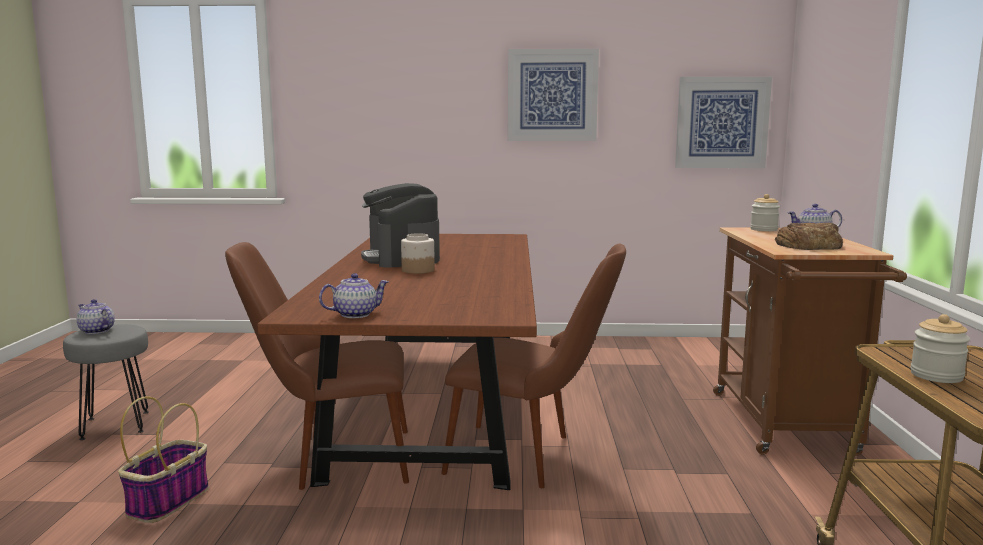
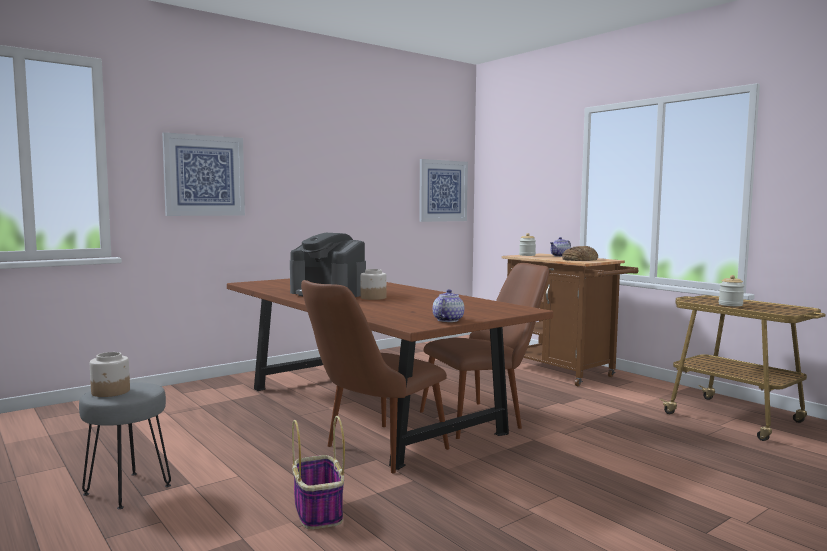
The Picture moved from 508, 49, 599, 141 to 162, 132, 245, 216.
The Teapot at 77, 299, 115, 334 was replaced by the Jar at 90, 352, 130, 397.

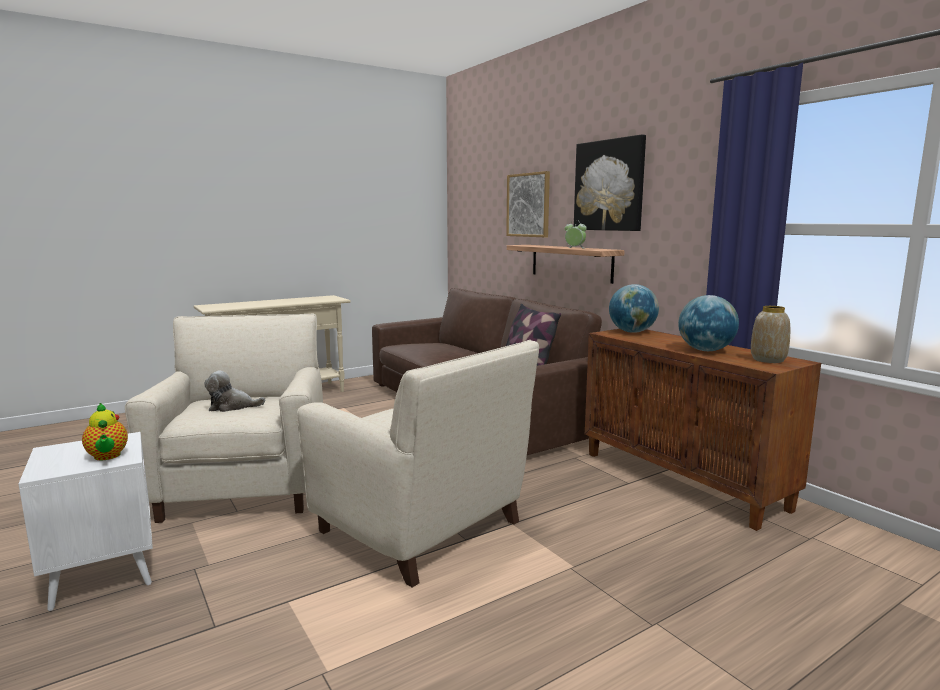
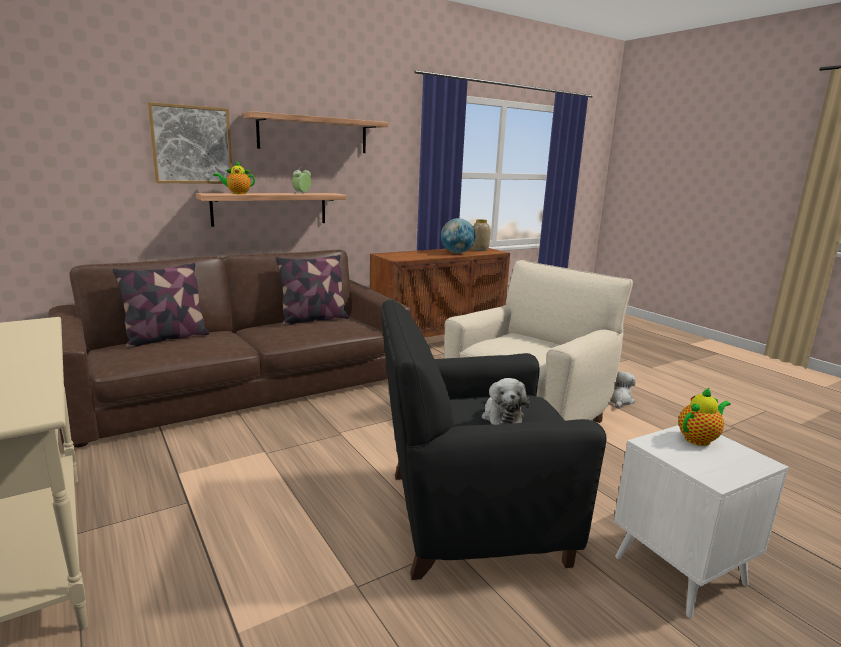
The Globe at 609, 284, 659, 333 disappeared.
The Pillow at 112, 263, 209, 349 appeared.
The Teapot at 213, 161, 255, 194 appeared.
The PlushToy at 611, 371, 636, 409 appeared.
The Picture at 574, 134, 646, 231 was replaced by the Shelf at 243, 111, 388, 153.
The BeigeArmchair at 125, 314, 323, 523 became the BlackArmchair at 381, 300, 607, 580.

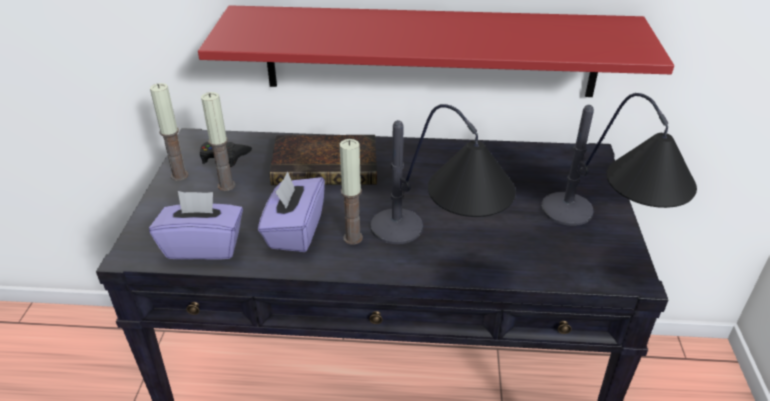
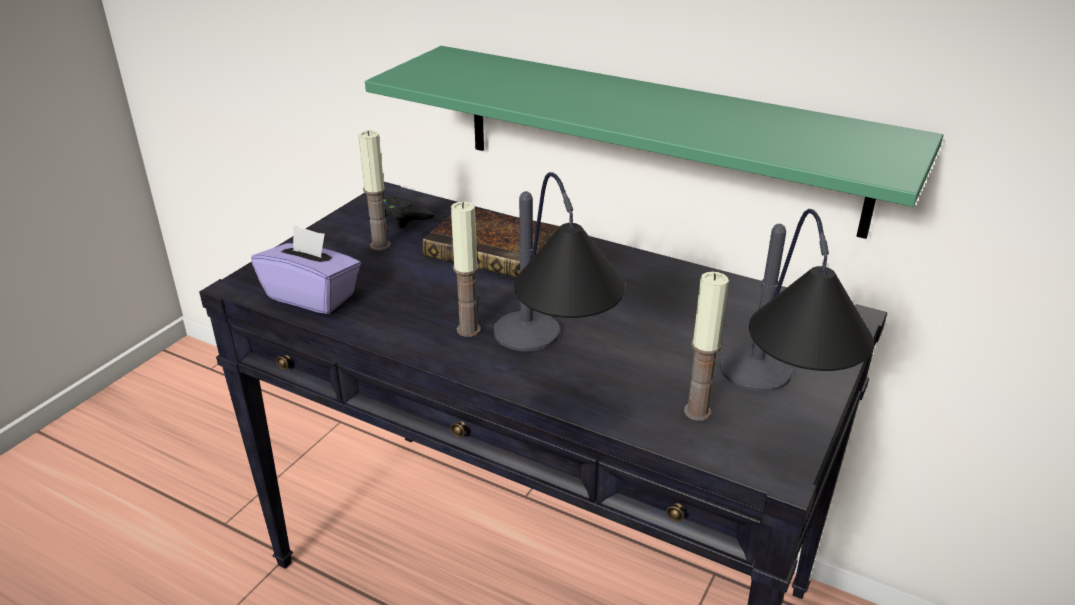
The PurpleTissueBox at 258, 171, 325, 252 disappeared.
The Candle moved from 150, 83, 188, 181 to 684, 272, 729, 421.
The RedShelf at 198, 5, 674, 97 became the GreenShelf at 365, 46, 943, 239.

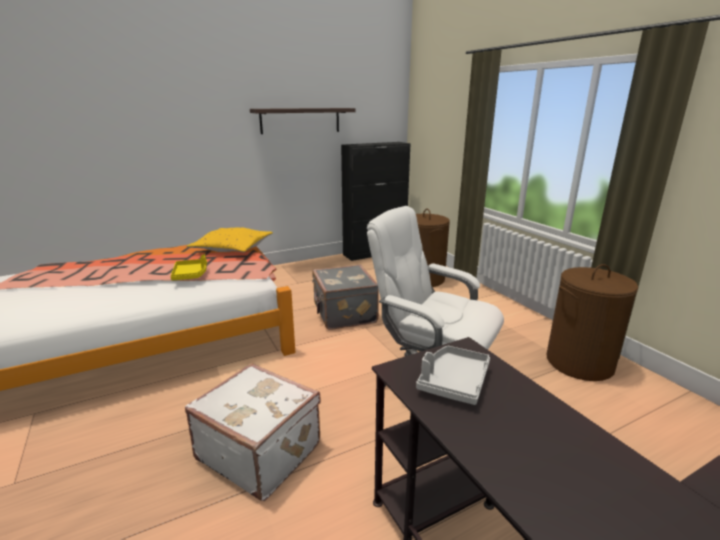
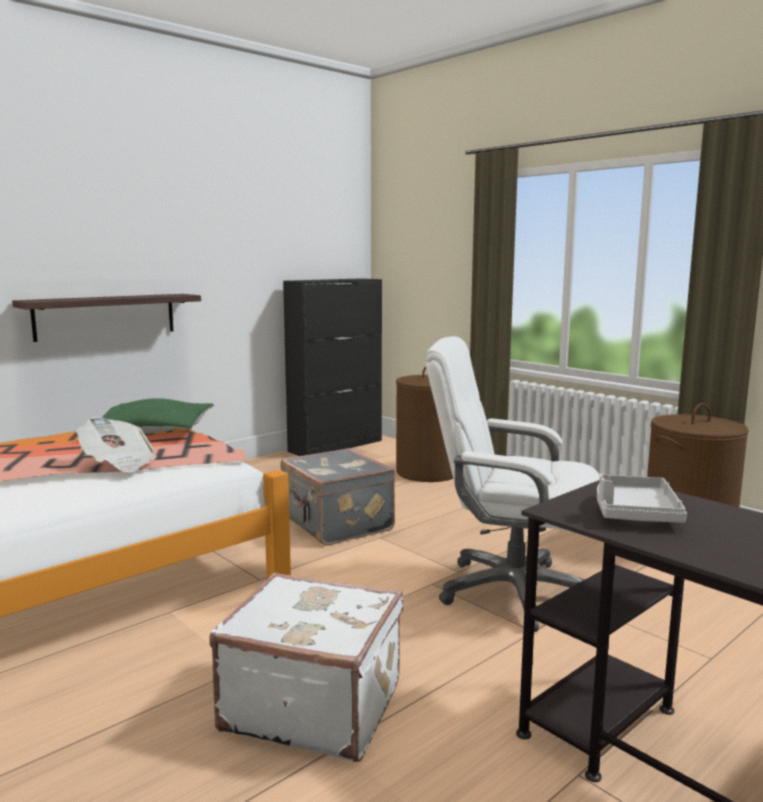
The Shelf moved from 250, 108, 356, 134 to 12, 294, 201, 342.
The YellowTray at 171, 255, 207, 280 was replaced by the Newspaper at 76, 417, 156, 473.
The YellowPillow at 187, 227, 273, 252 became the GreenPillow at 102, 398, 214, 434.

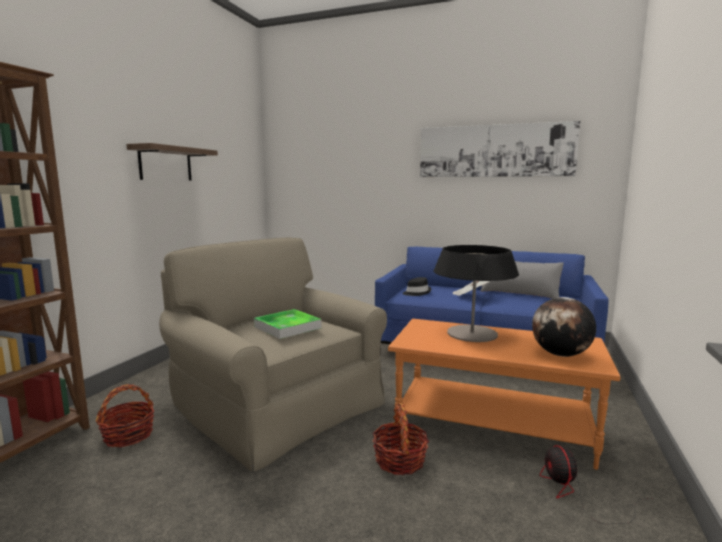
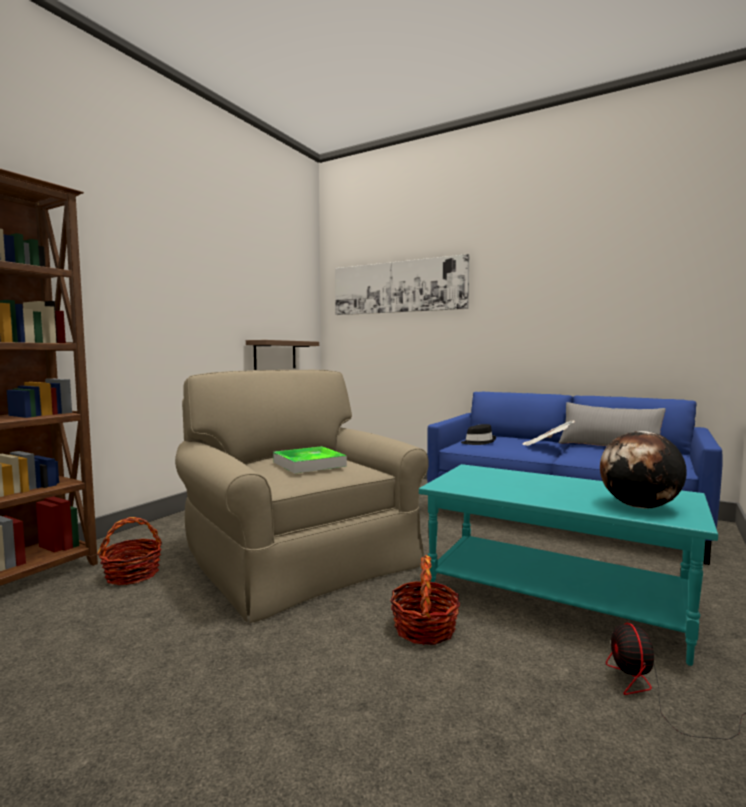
The TableLamp at 434, 245, 519, 342 disappeared.
The Shelf moved from 126, 143, 218, 181 to 246, 340, 319, 370.
The Picture moved from 420, 121, 580, 177 to 335, 254, 469, 315.
The OrangeCoffeeTable at 388, 319, 620, 470 became the TurquoiseCoffeeTable at 419, 464, 718, 666.

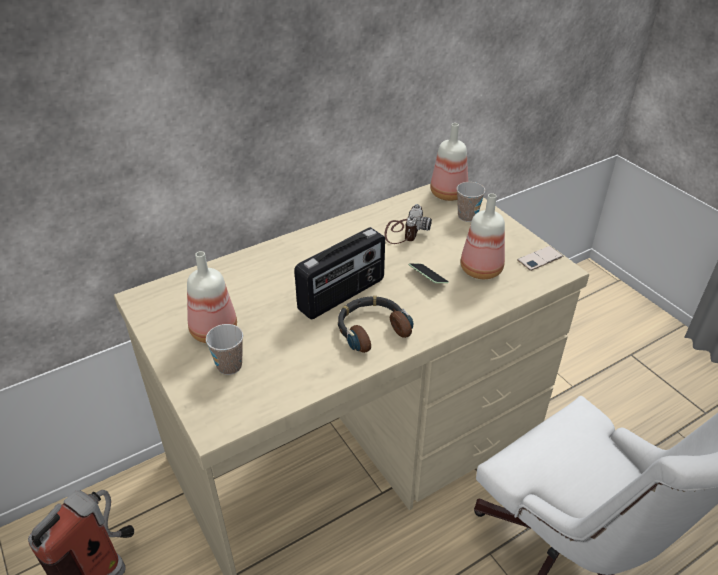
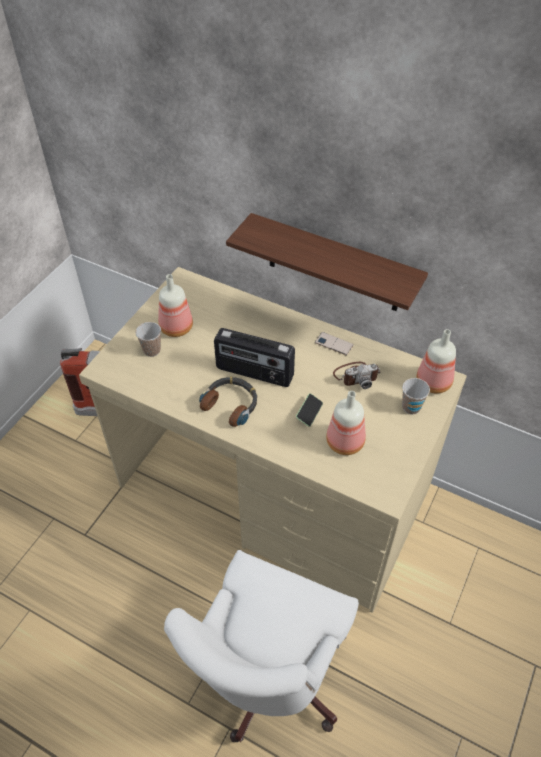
The Shelf at 226, 213, 428, 311 appeared.
The Phone moved from 517, 246, 563, 271 to 315, 332, 354, 356.

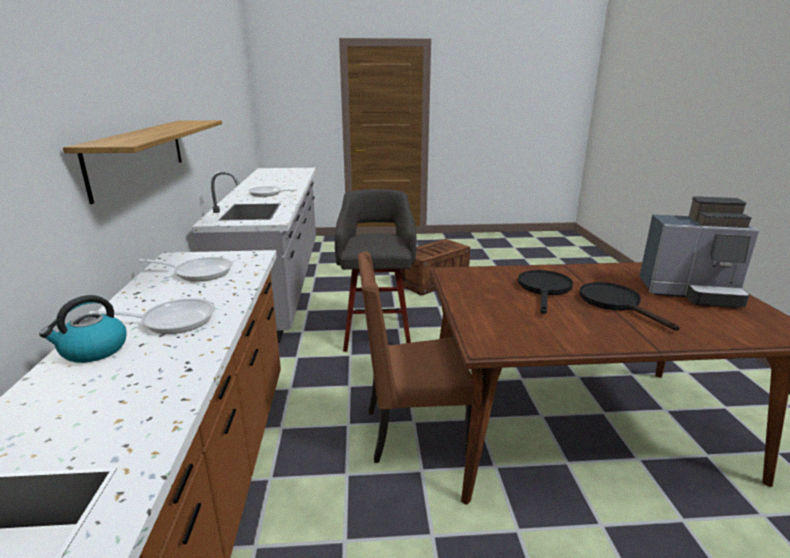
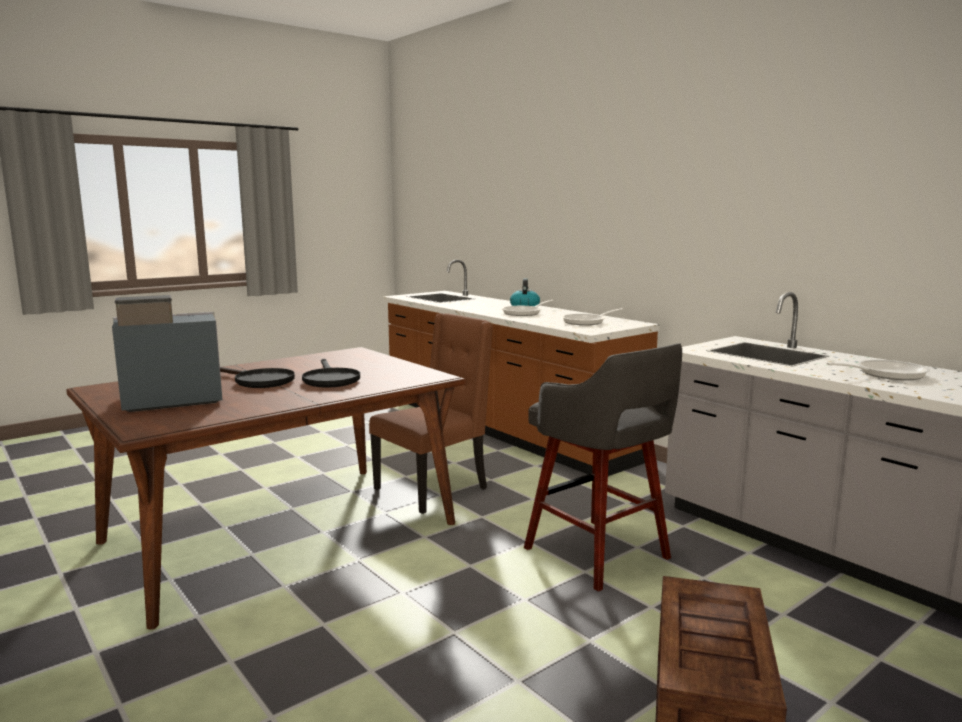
The Shelf at 63, 120, 222, 204 disappeared.

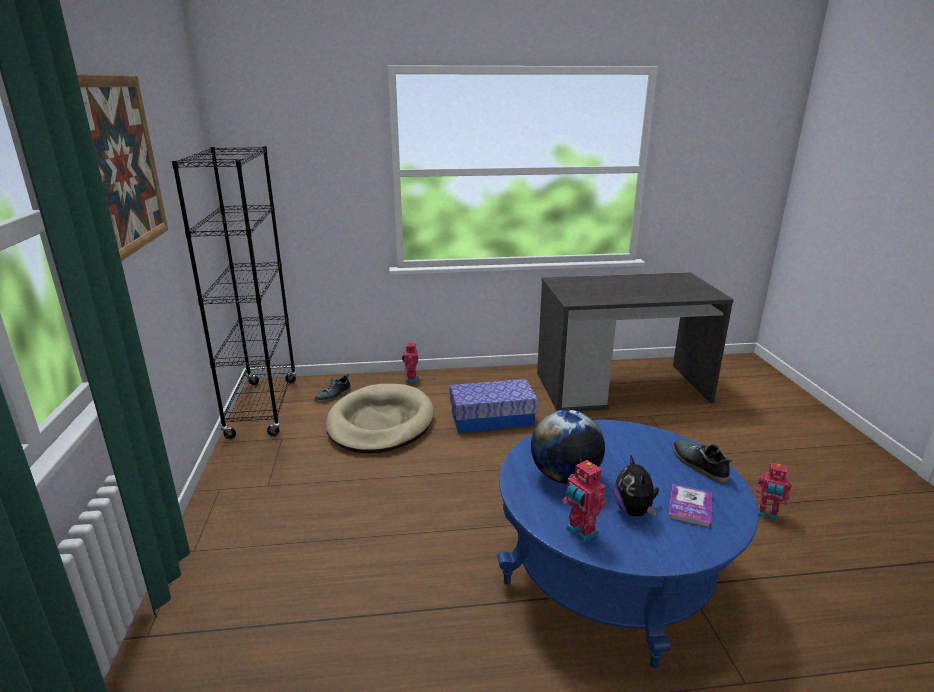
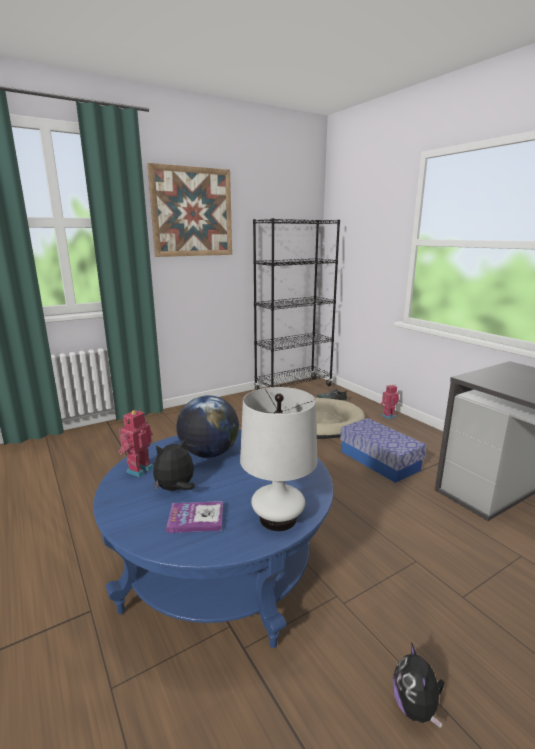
The Shoe at 673, 439, 732, 483 was replaced by the WhiteTableLamp at 240, 387, 317, 531.
The ToyRobot at 756, 463, 792, 521 was replaced by the PlushToy at 392, 642, 444, 728.

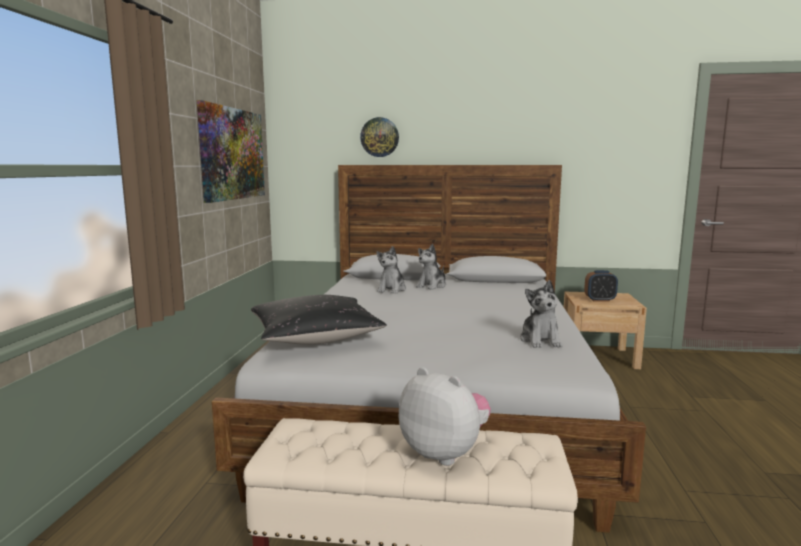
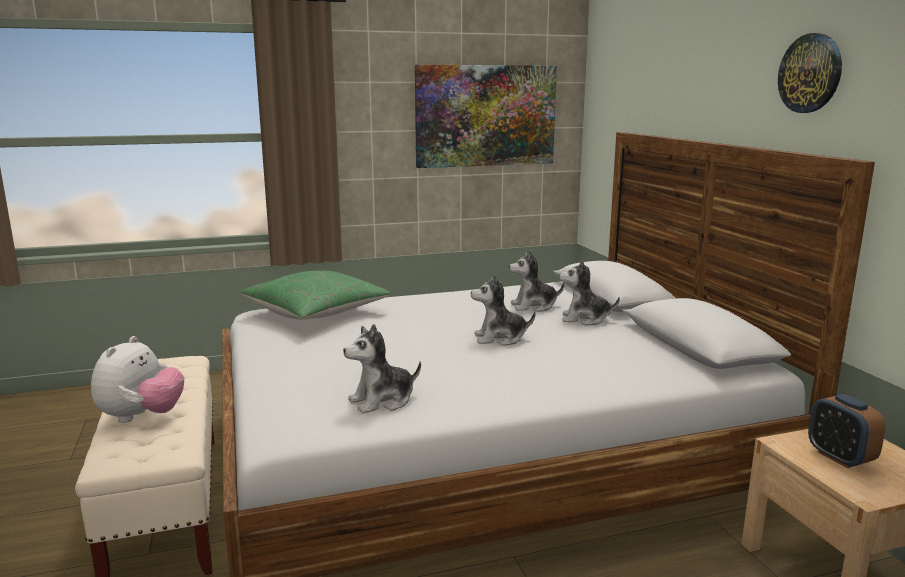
The PlushToy at 471, 275, 536, 346 appeared.
The WallClock moved from 360, 117, 399, 157 to 778, 33, 842, 113.
The BlackPillow at 251, 295, 387, 345 became the GreenPillow at 239, 270, 391, 320.

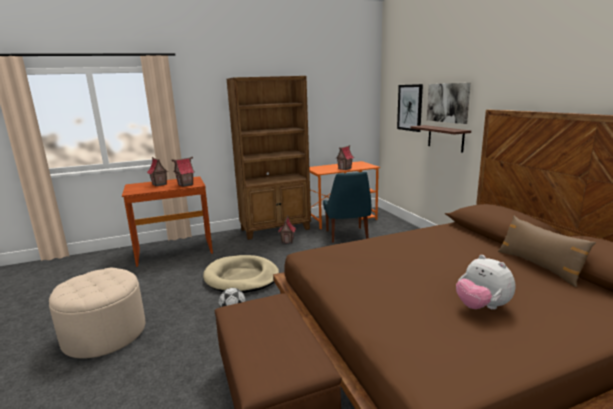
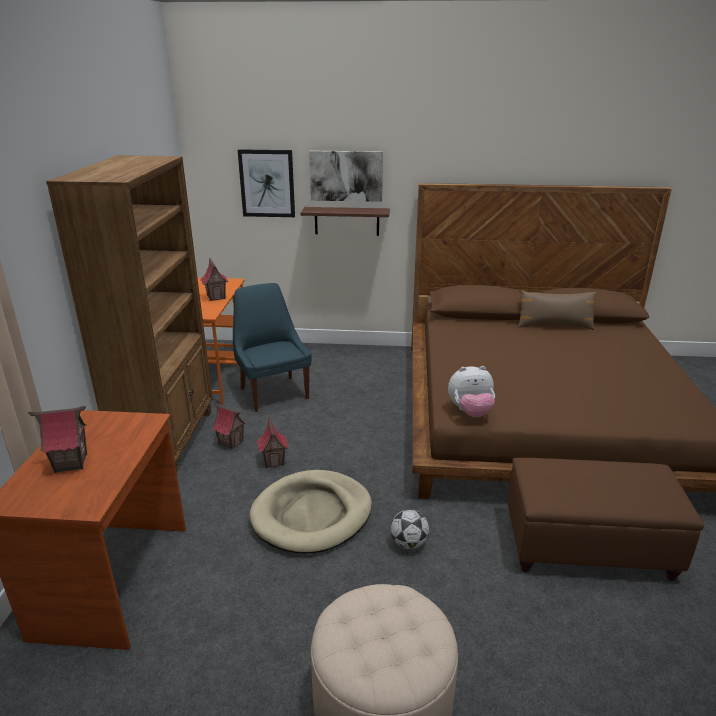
The ToyHouse moved from 171, 157, 194, 187 to 257, 416, 289, 468.
The PlushToy moved from 456, 255, 515, 310 to 448, 366, 495, 417.
The BlueChair at 323, 172, 372, 243 turned 135 degrees counterclockwise.

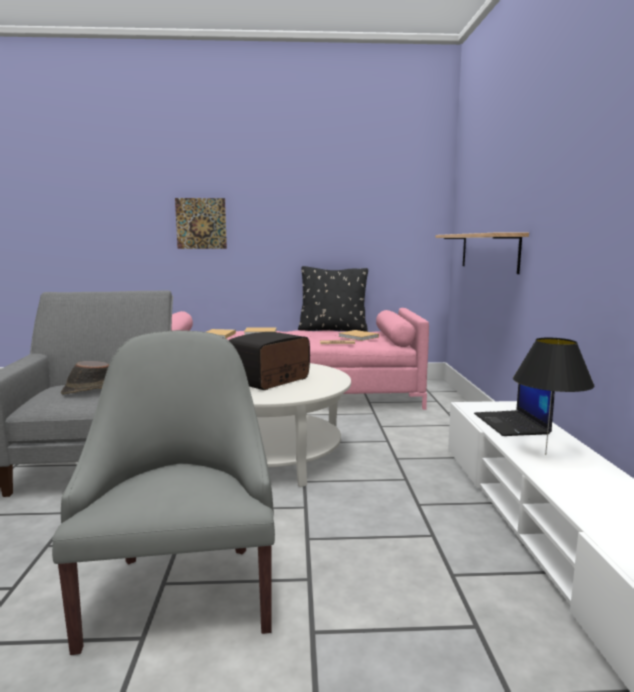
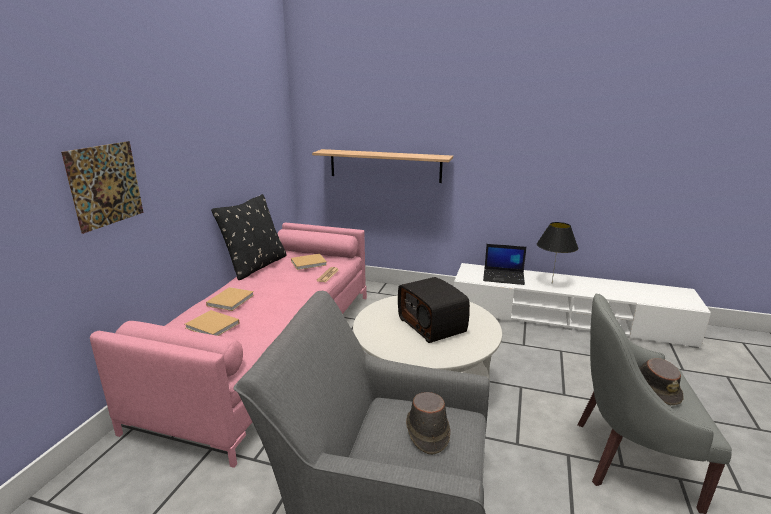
The BrownHat at 639, 358, 684, 405 appeared.

